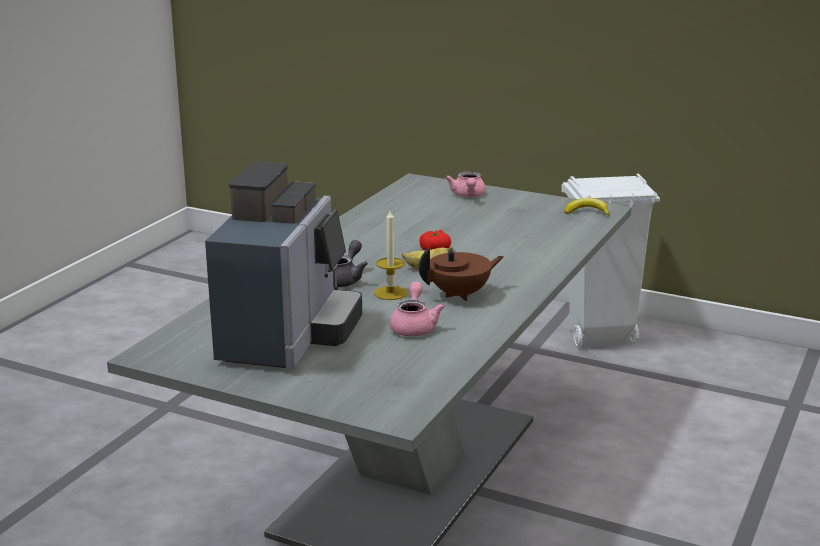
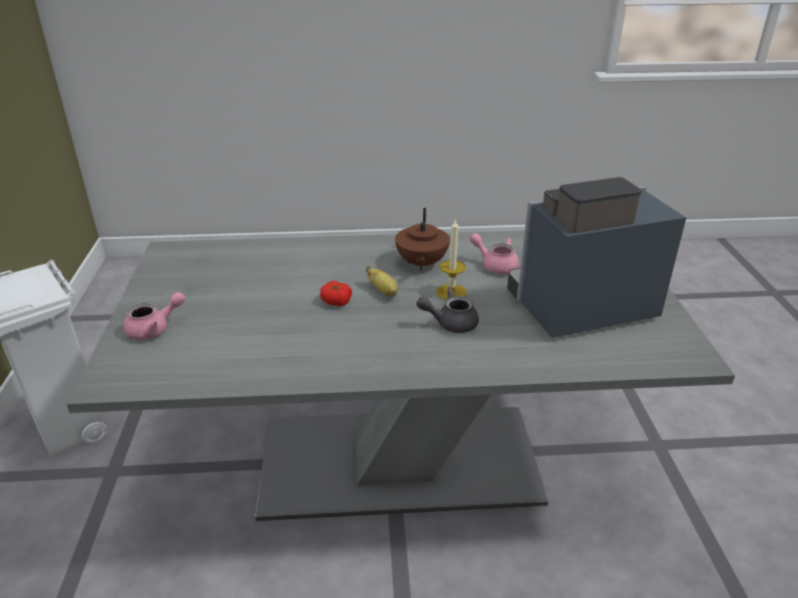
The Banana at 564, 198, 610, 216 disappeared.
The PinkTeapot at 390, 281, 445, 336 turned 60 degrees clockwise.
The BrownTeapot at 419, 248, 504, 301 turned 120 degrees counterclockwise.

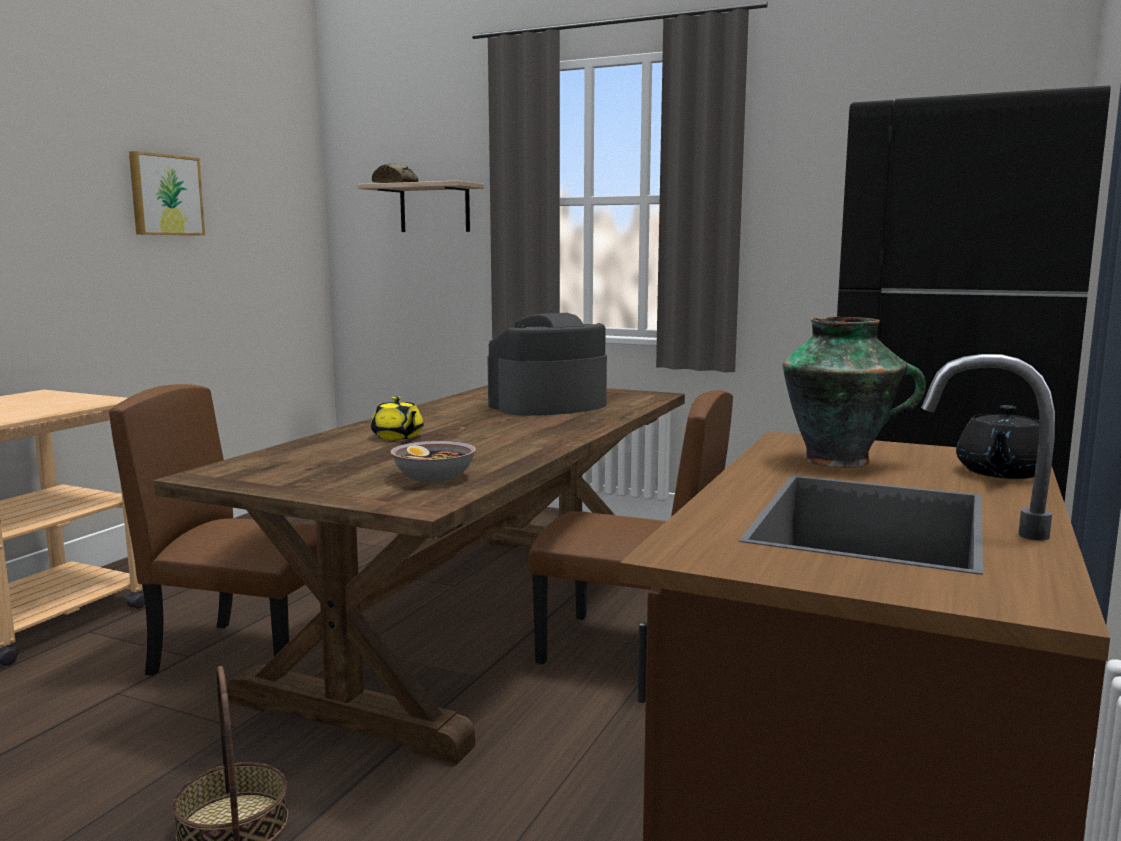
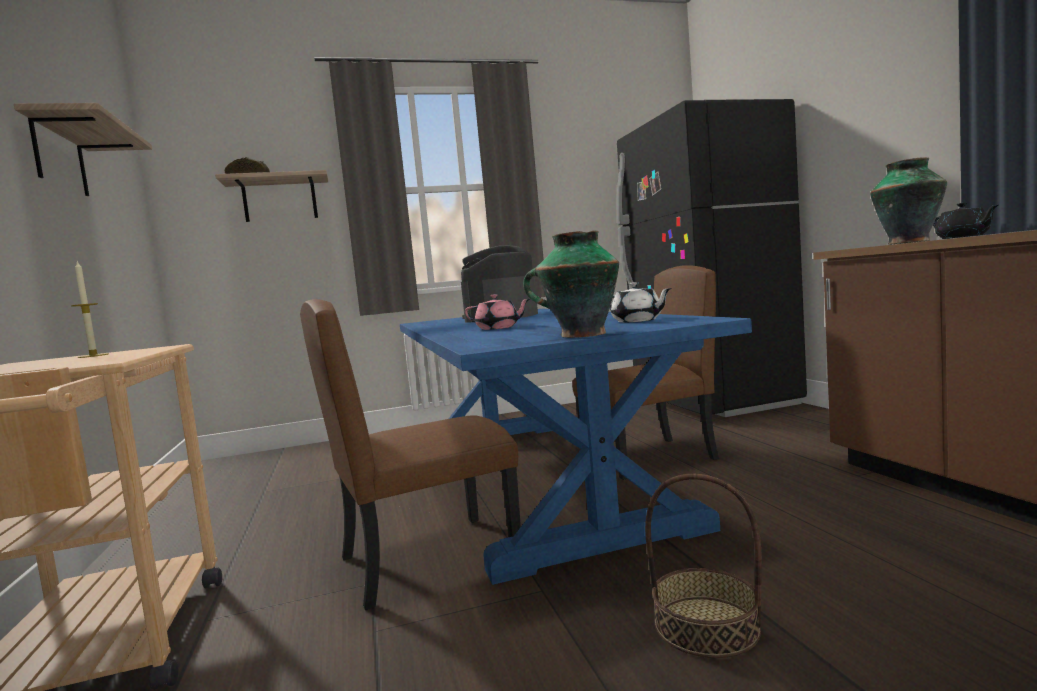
The Candle at 71, 261, 109, 358 appeared.
The Vase at 523, 230, 619, 338 appeared.
The Picture at 129, 151, 205, 235 was replaced by the Shelf at 14, 103, 152, 196.
The Bowl at 391, 441, 476, 482 was replaced by the WhiteTeapot at 610, 282, 672, 322.
The BrownDiningTable at 154, 385, 685, 765 became the BlueDiningTable at 400, 309, 752, 585.
The YellowTeapot at 371, 396, 423, 440 became the PinkTeapot at 465, 294, 530, 330.

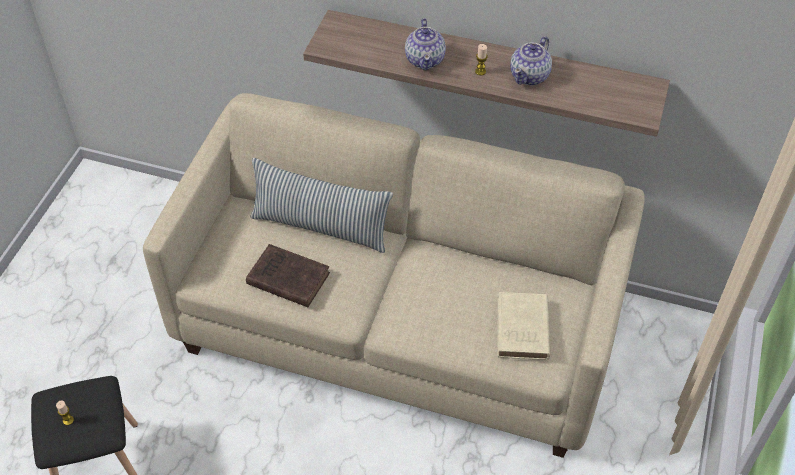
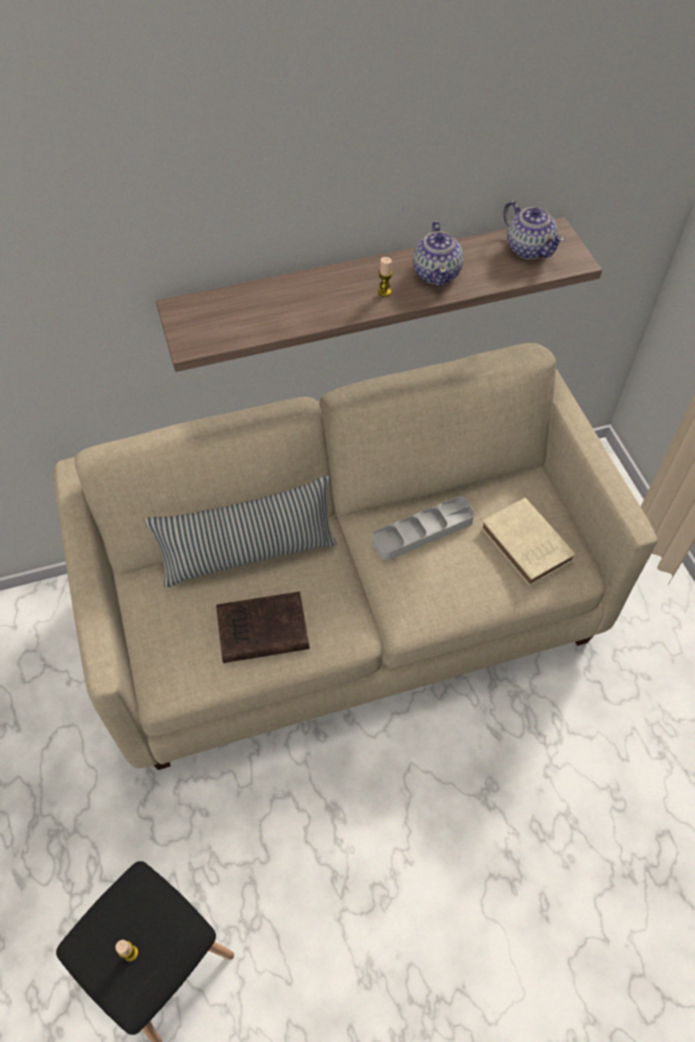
The GreyTray at 373, 497, 474, 560 appeared.
The Teapot moved from 405, 18, 446, 71 to 503, 201, 565, 259.

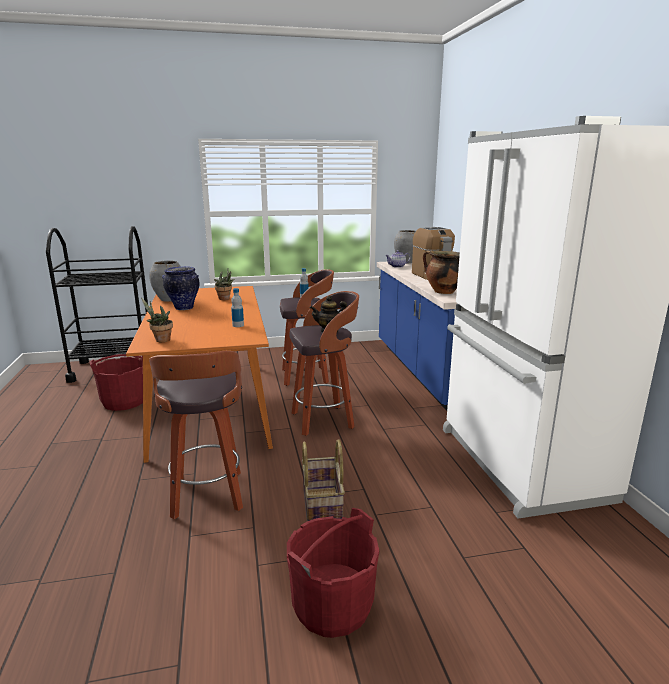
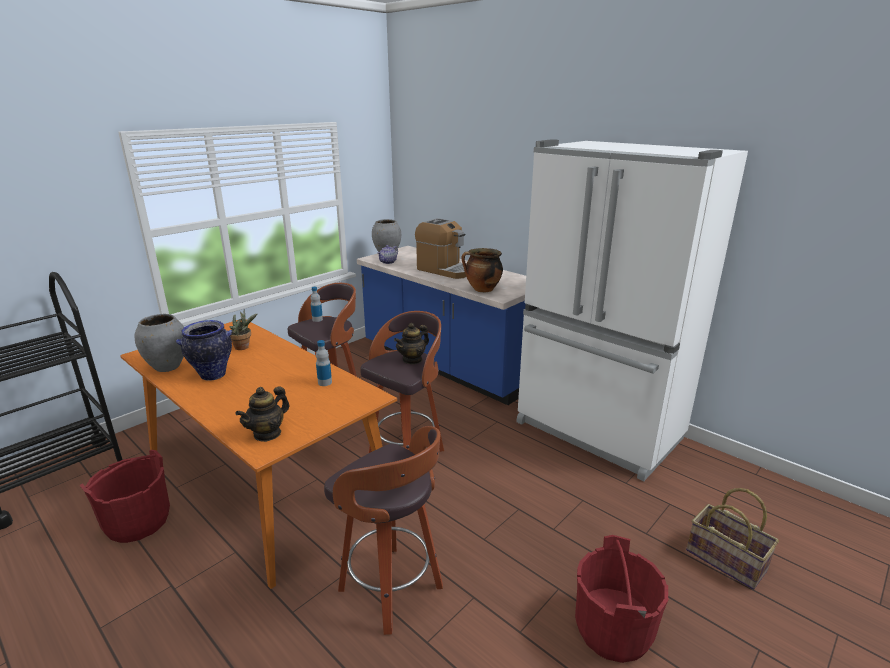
The Basket moved from 302, 439, 345, 521 to 686, 488, 779, 590.
The PottedPlant at 141, 297, 173, 342 was replaced by the Teapot at 235, 386, 290, 442.

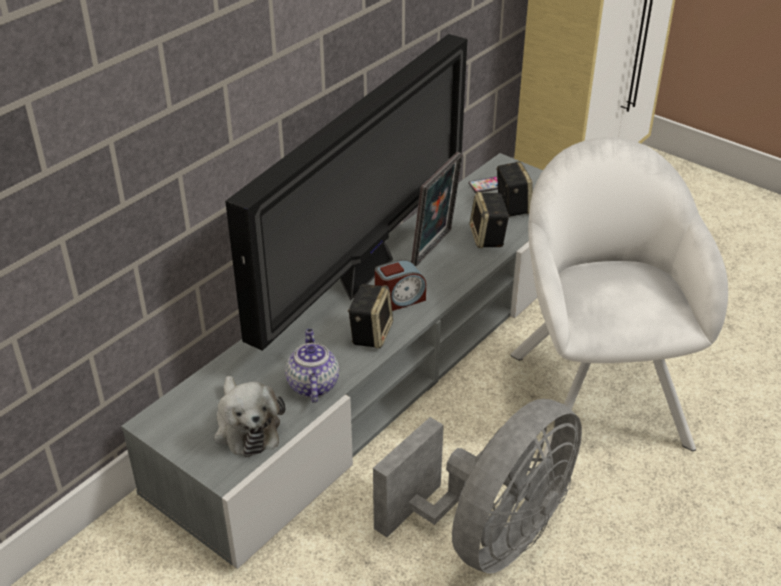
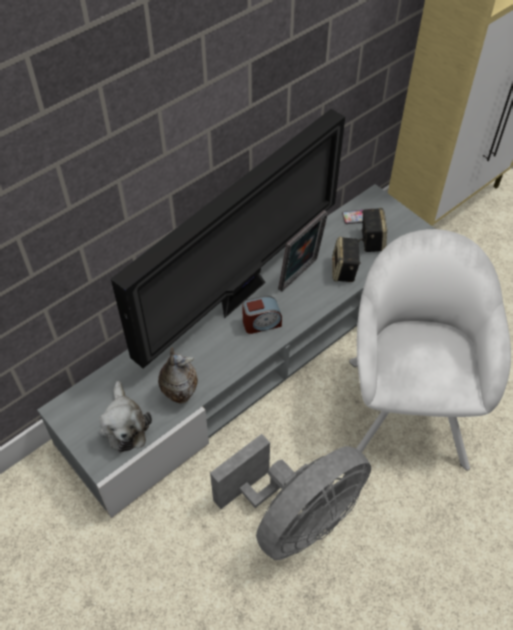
The Speaker at 348, 284, 393, 349 disappeared.
The Teapot at 285, 329, 339, 403 was replaced by the Vase at 158, 347, 198, 403.

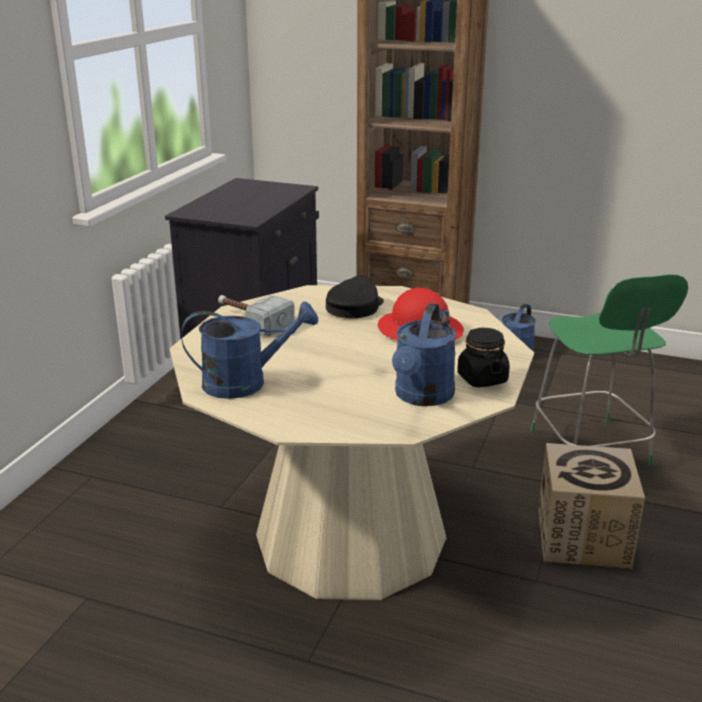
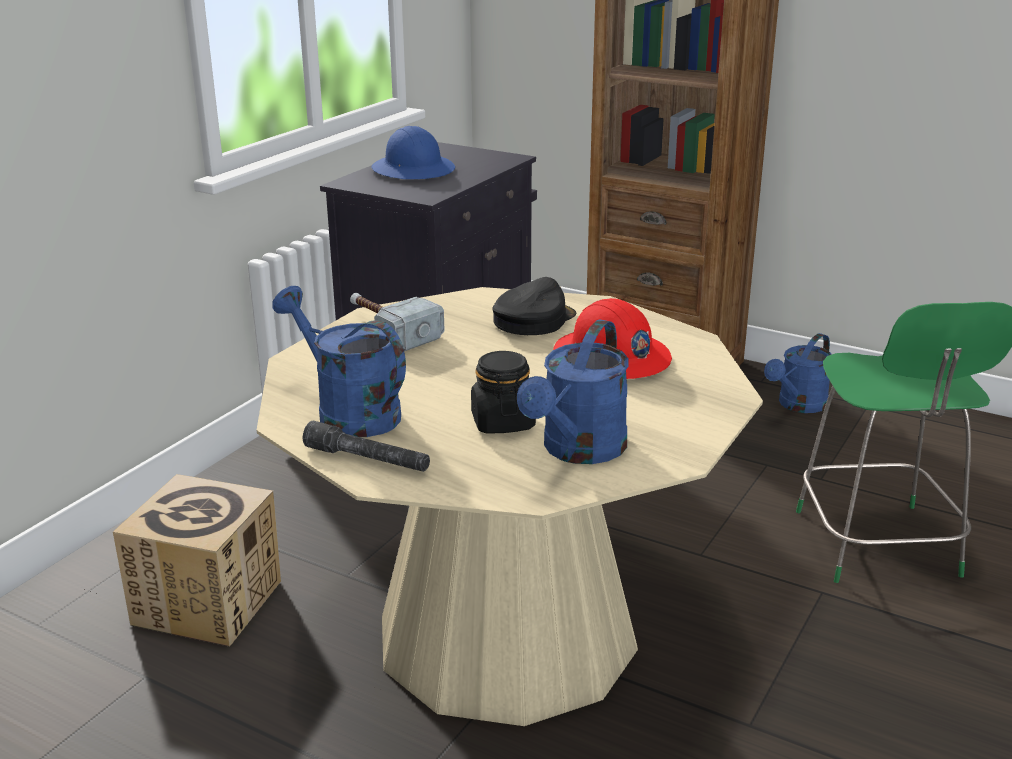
The GreyFlashlight at 303, 421, 430, 472 appeared.
The BlueHardHat at 371, 126, 455, 179 appeared.
The BlackJar moved from 457, 328, 510, 388 to 471, 351, 536, 434.
The CardboardBox moved from 538, 443, 645, 569 to 113, 474, 281, 647.
The BlueWateringCan at 181, 302, 318, 399 turned 135 degrees counterclockwise.

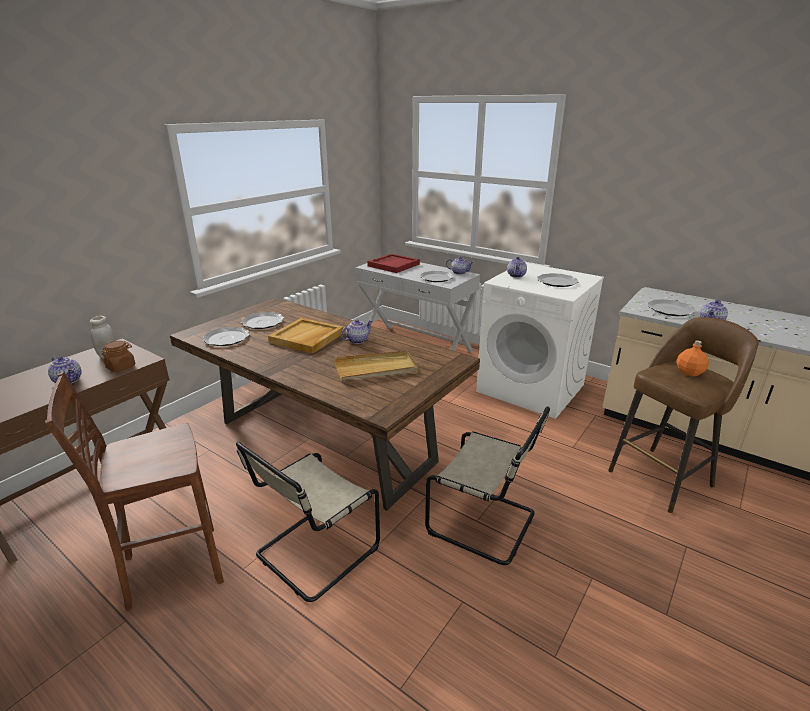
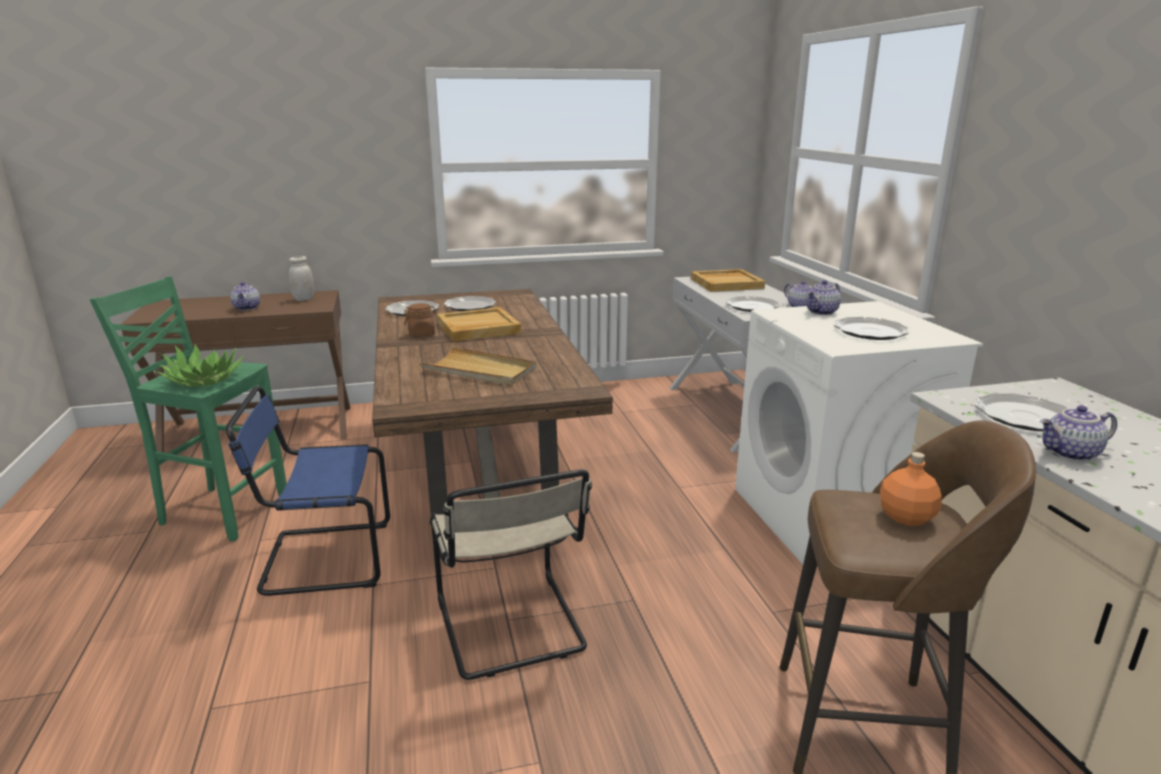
The Teapot at 341, 319, 372, 344 disappeared.
The PottedPlant at 156, 345, 244, 387 appeared.
The BrownJar moved from 102, 341, 135, 372 to 404, 303, 437, 337.
The BrownStool at 45, 372, 224, 611 became the GreenStool at 90, 276, 287, 542.
The BeigeChair at 236, 442, 380, 602 became the BlueChair at 226, 386, 390, 596.
The RedTray at 367, 253, 420, 273 became the BeigeTray at 691, 269, 765, 292.

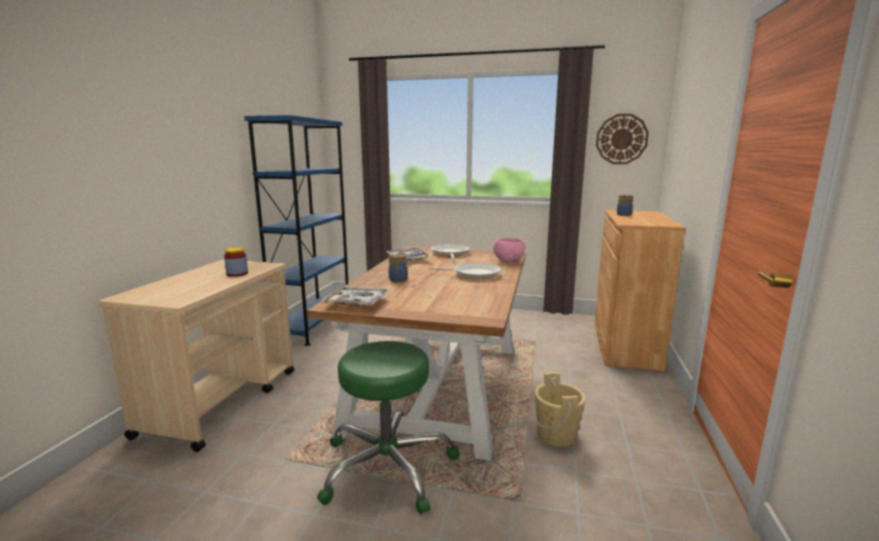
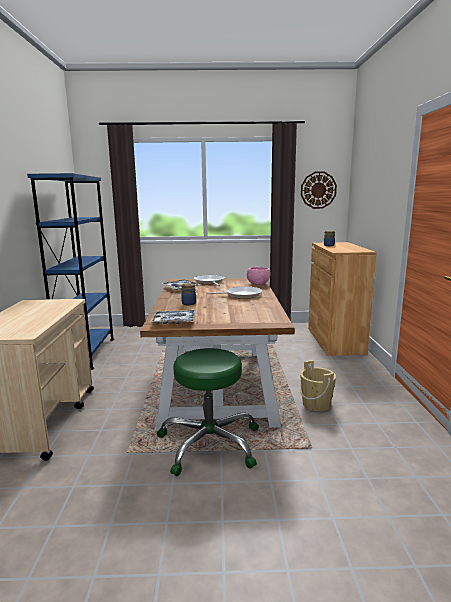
The Jar at 224, 247, 248, 277 disappeared.

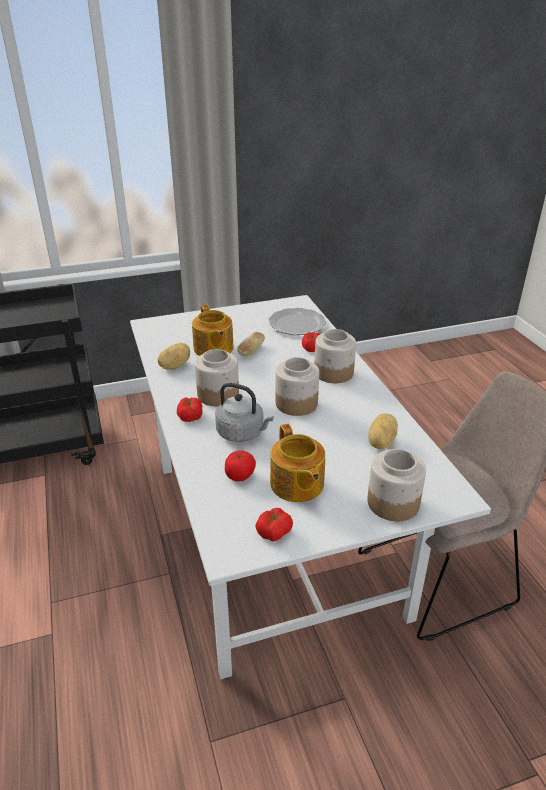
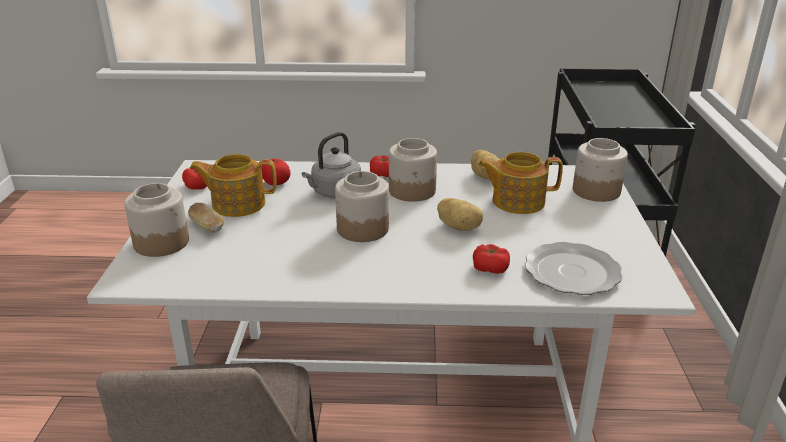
The Bread moved from 237, 332, 265, 356 to 188, 203, 224, 233.
The Jar moved from 314, 329, 356, 383 to 573, 138, 628, 202.
The Potato moved from 368, 413, 398, 449 to 437, 198, 483, 231.

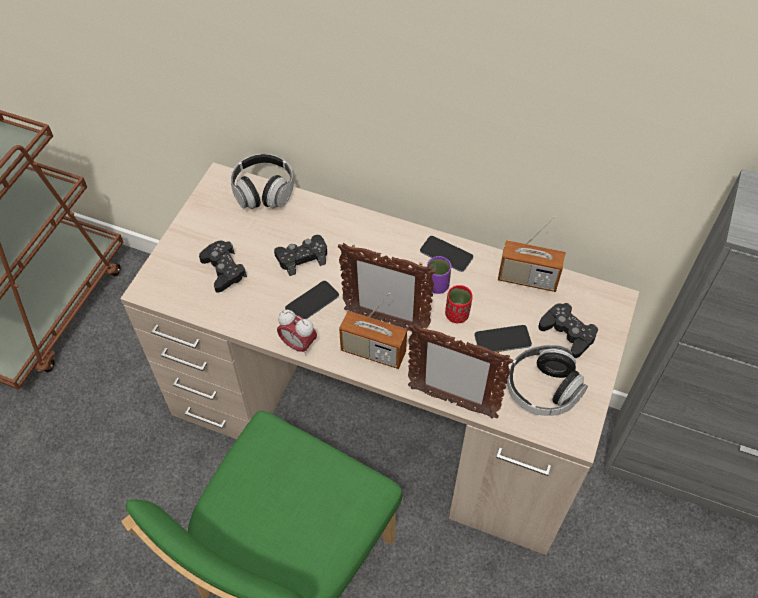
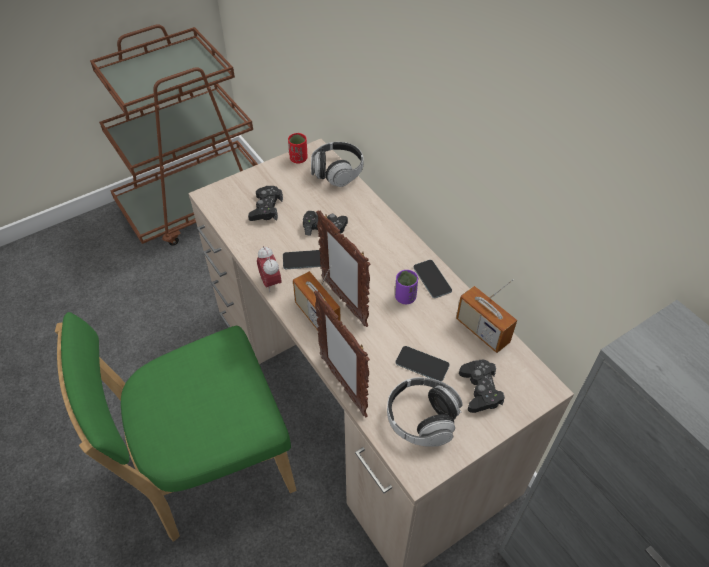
The RedCup moved from 445, 285, 473, 323 to 288, 133, 307, 164.

